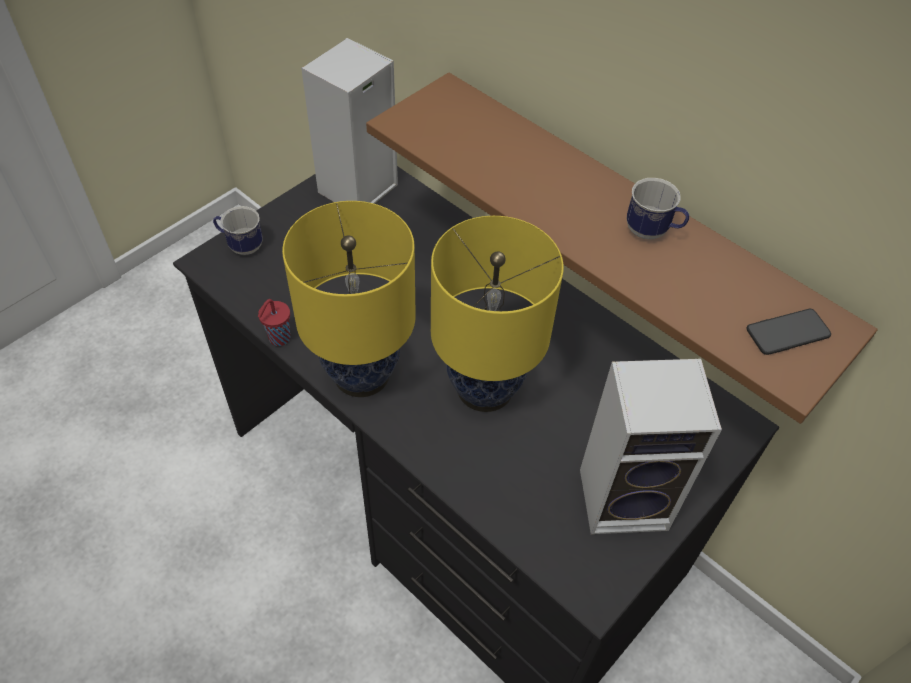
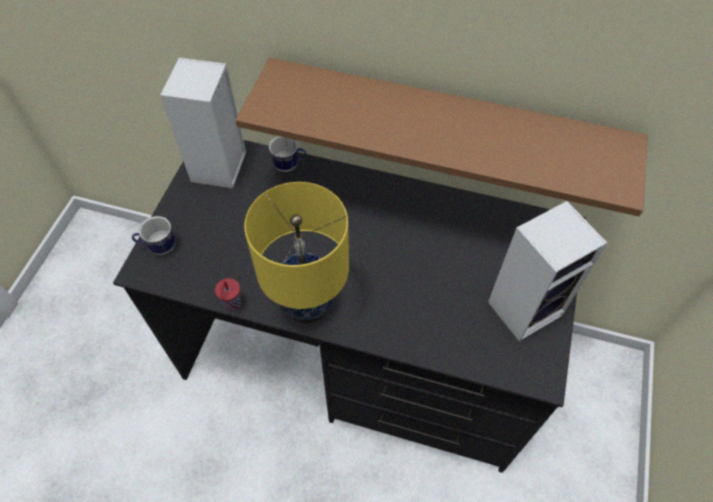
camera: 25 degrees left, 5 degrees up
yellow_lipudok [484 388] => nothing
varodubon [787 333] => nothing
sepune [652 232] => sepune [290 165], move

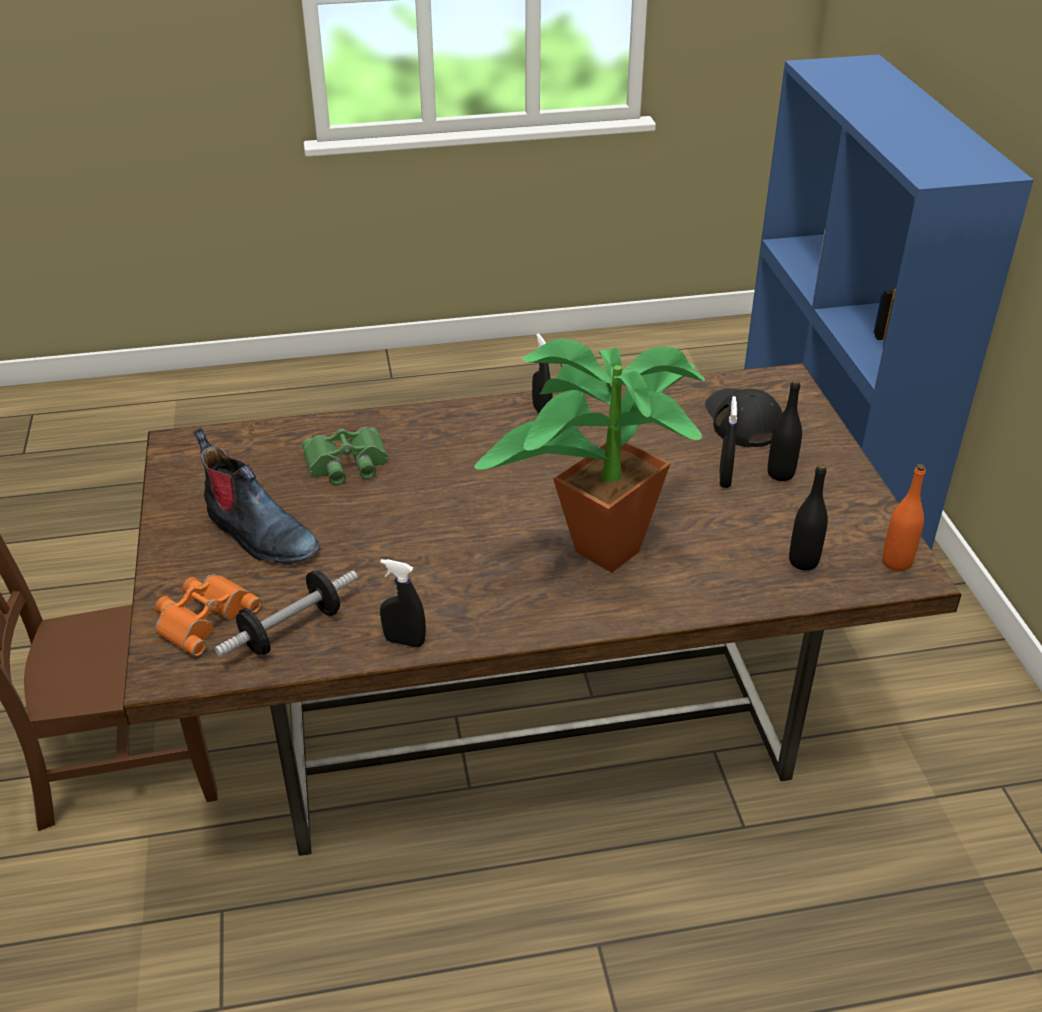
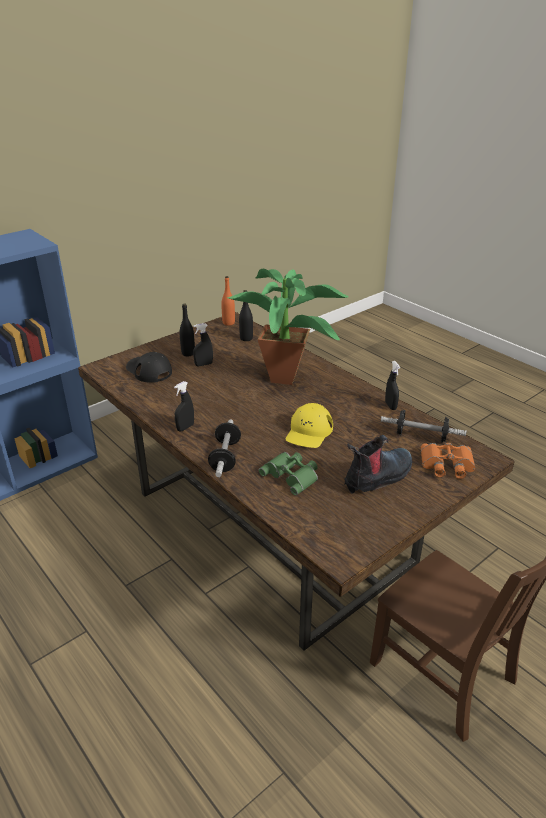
camera: 120 degrees left, 5 degrees down
nothing => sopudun [225 457]
nothing => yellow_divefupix [309 432]
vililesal [258 534] => vililesal [378 477], 45 degrees clockwise
black_divefupix [742 420] => black_divefupix [149 370], 90 degrees clockwise

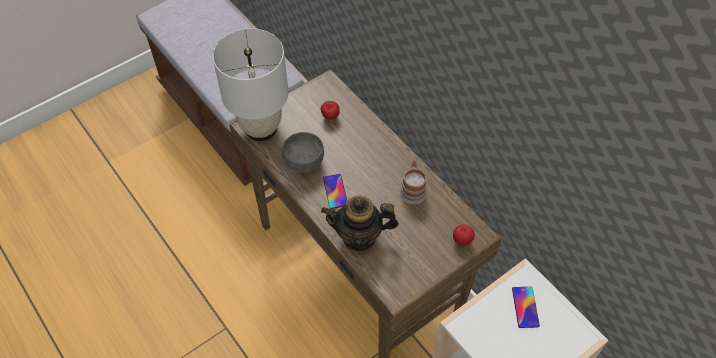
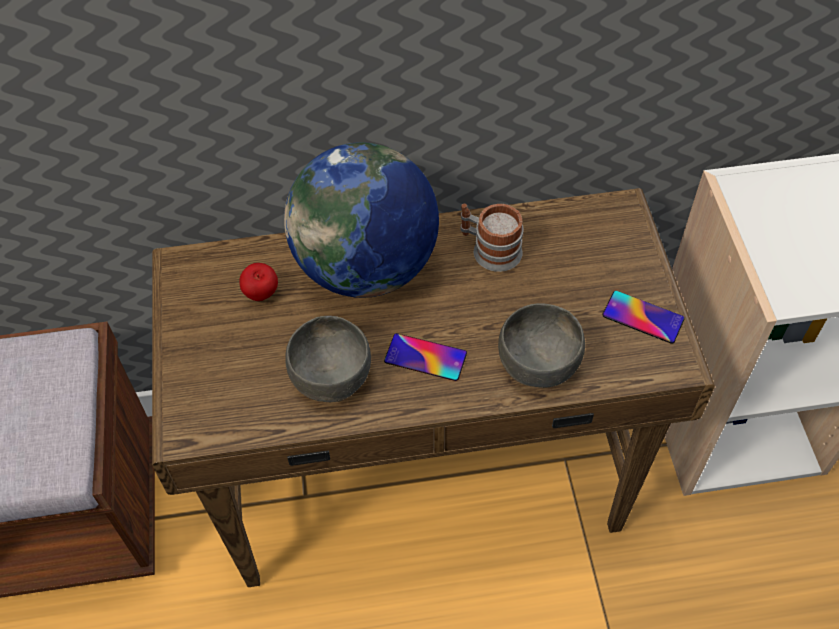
camera: 60 degrees left, 0 degrees up
white_lipudok [261 128] => nothing
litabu [462 241] => nothing
nothing => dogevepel [366 267]
varodubon [525 307] => varodubon [643 317], move
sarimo [359 236] => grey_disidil [539 363]

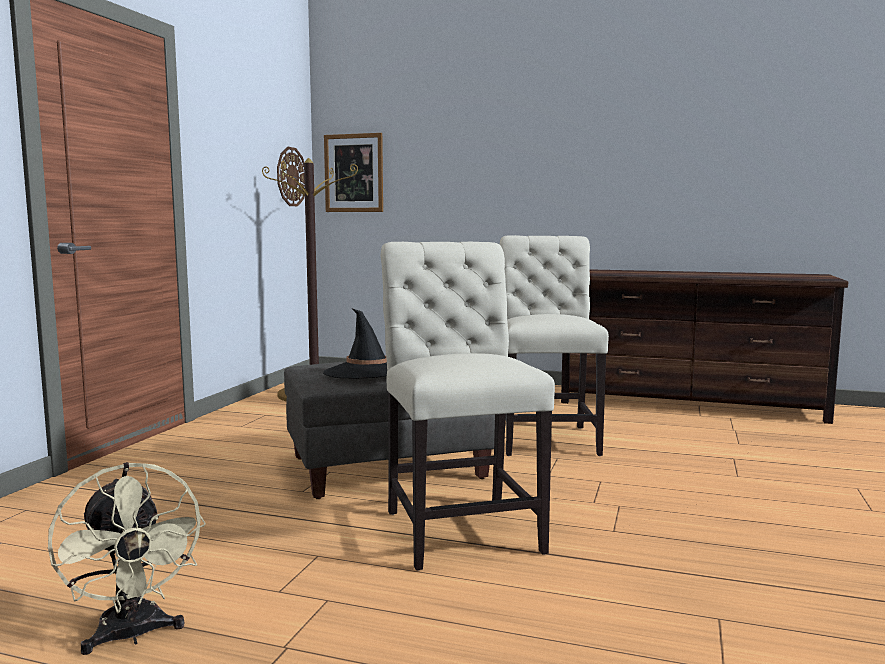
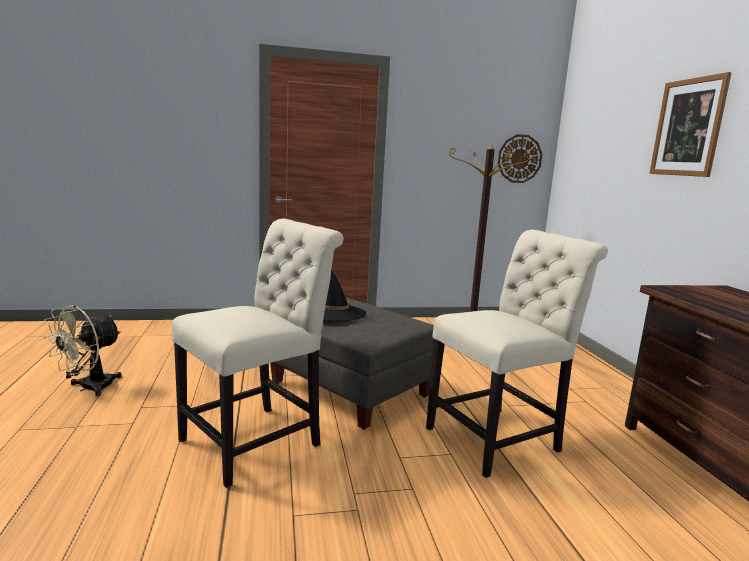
camera: 60 degrees right, 5 degrees up
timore [354 173] => timore [688 127], move

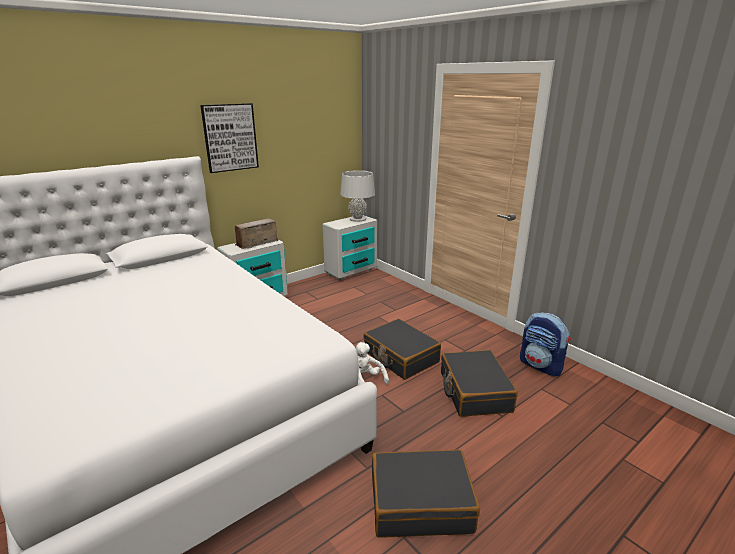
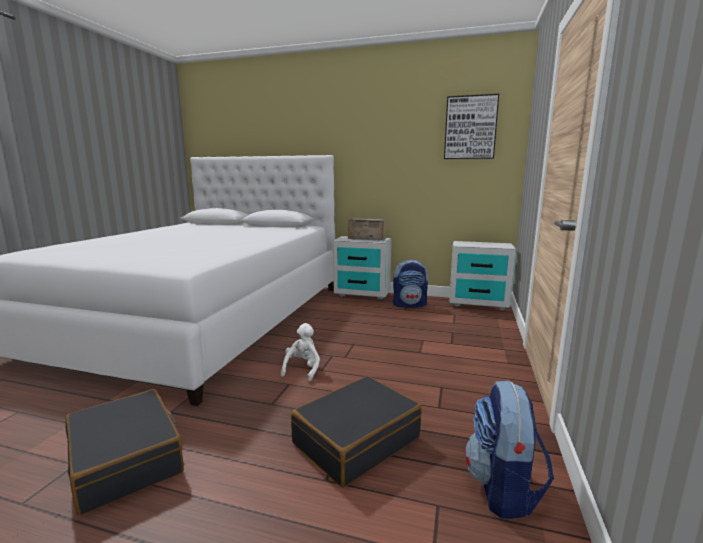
camera: 55 degrees right, 10 degrees down
grey_lipudok [357 219] => nothing
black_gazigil [400 357] => nothing
nothing => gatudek [409 304]
timore [230 137] => timore [470 127], move

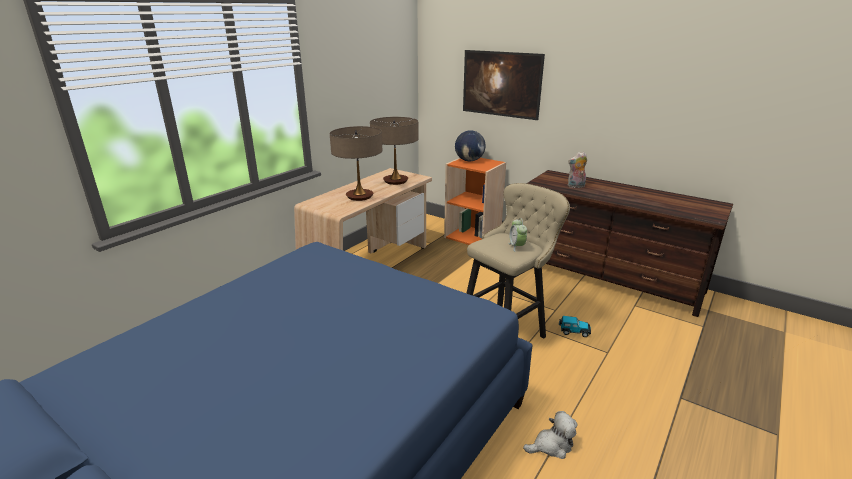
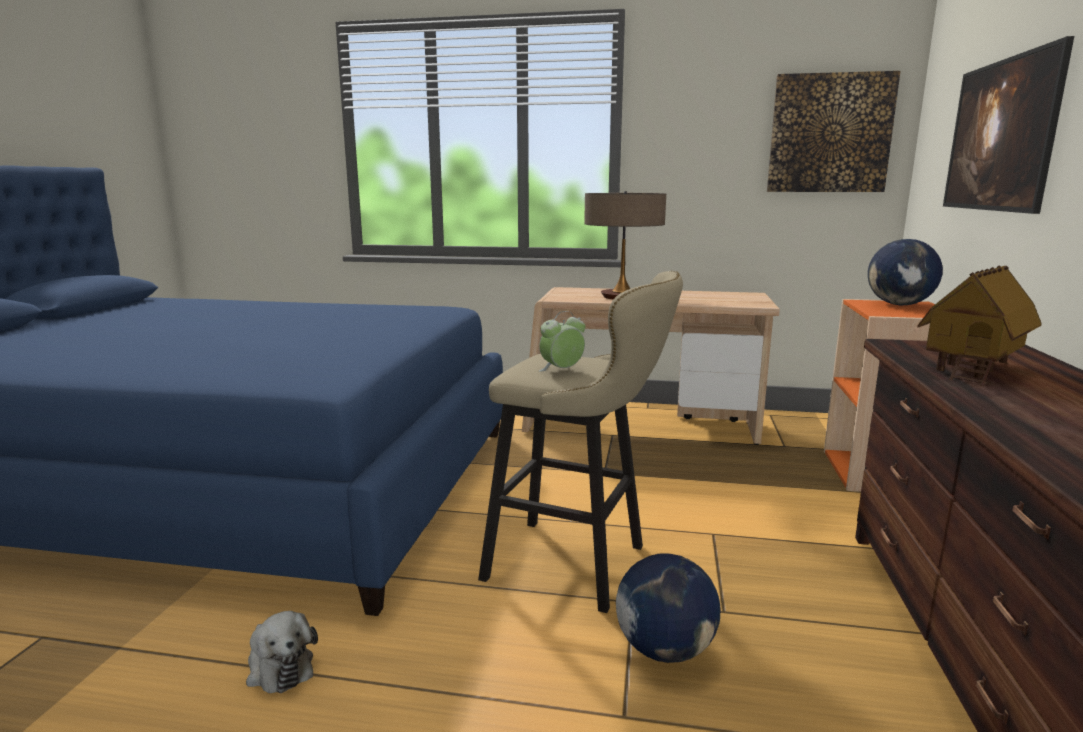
camera: 65 degrees right, 10 degrees down
lipudok [395 181] => nothing
nothing => timore [830 133]
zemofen [573 331] => dogevepel [664 649]
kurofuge [576 186] => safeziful [972 368]

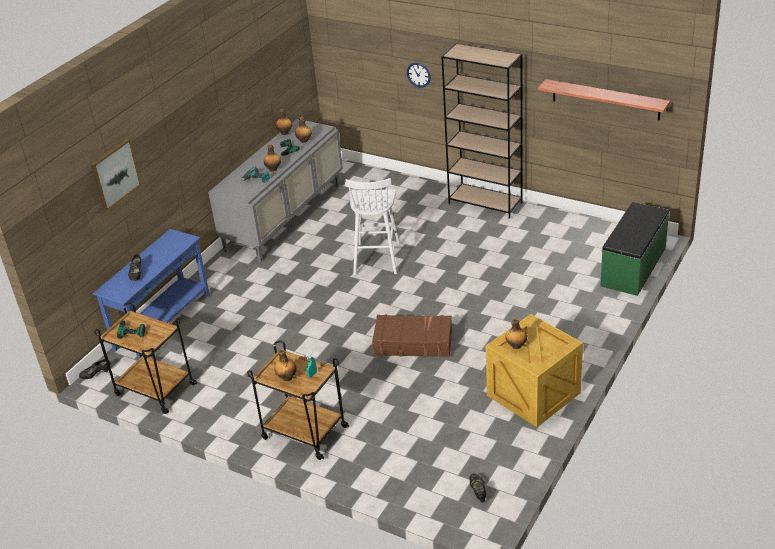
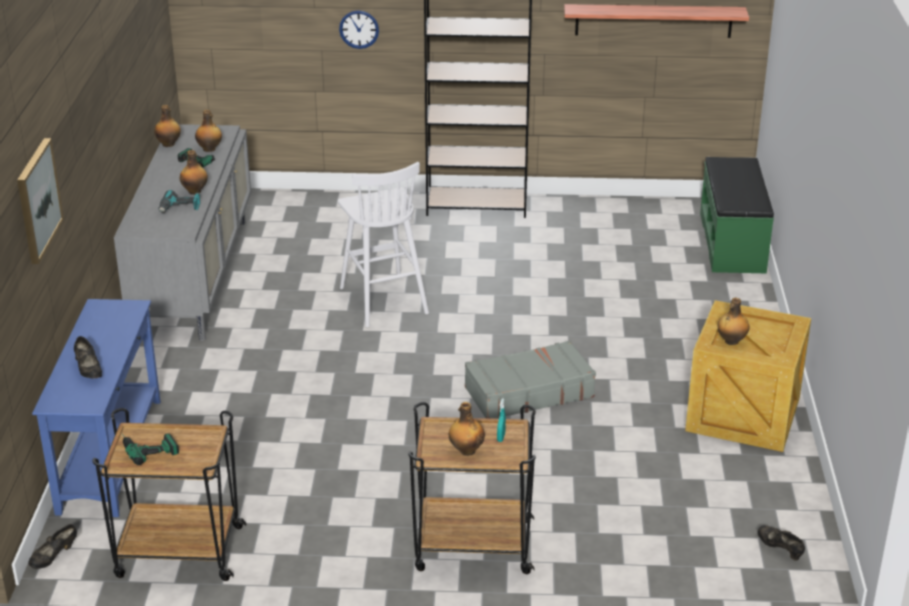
camera: 30 degrees left, 5 degrees down
brown_gazigil [413 343] => grey_gazigil [528 392]

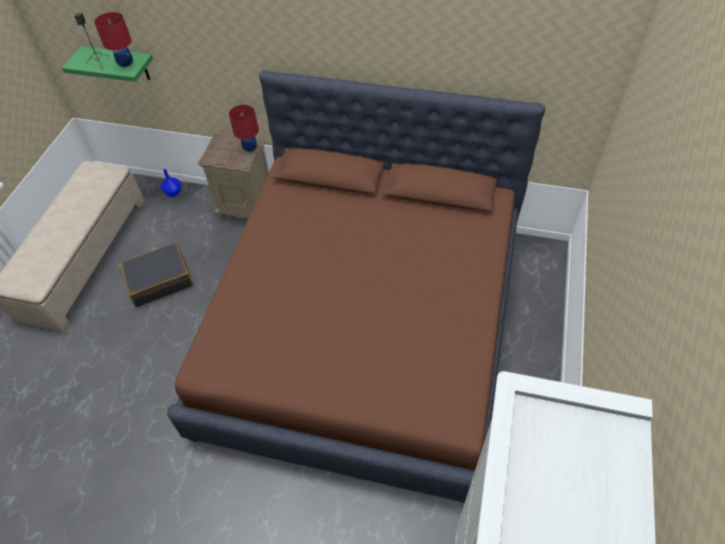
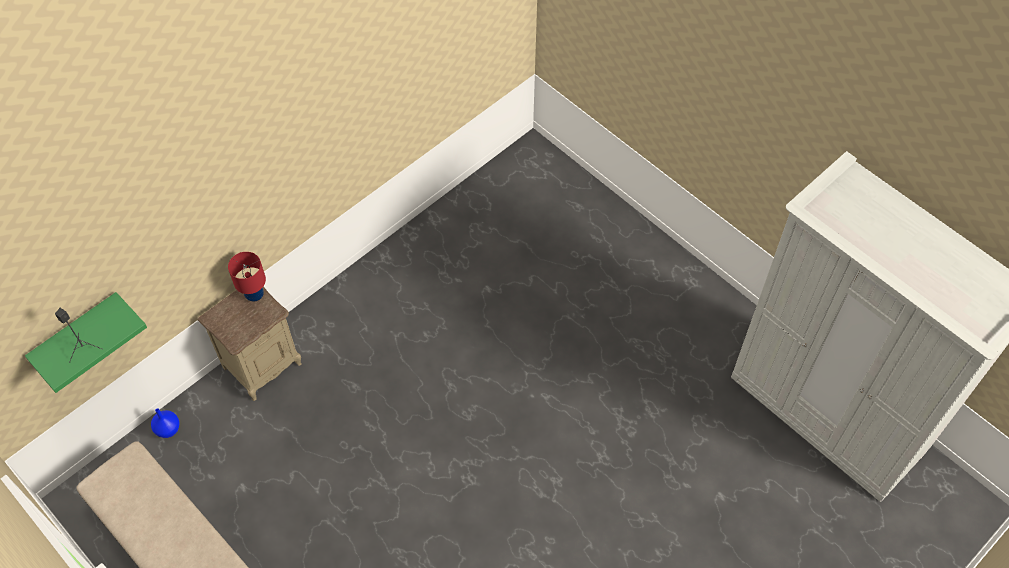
camera: 60 degrees left, 5 degrees up
red_lipudok [125 63] => nothing
black_gazigil [159 280] => nothing
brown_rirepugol [365 327] => nothing

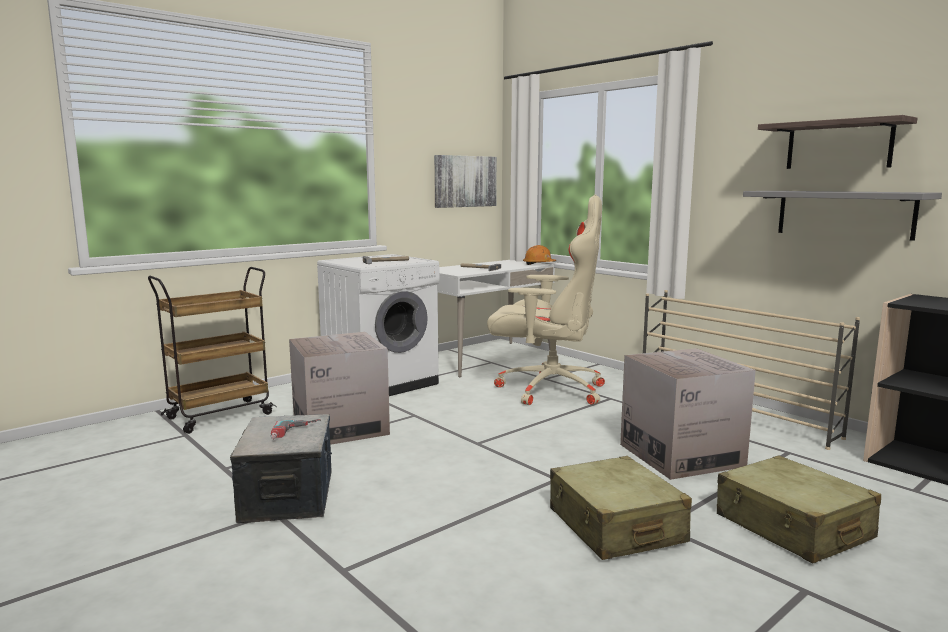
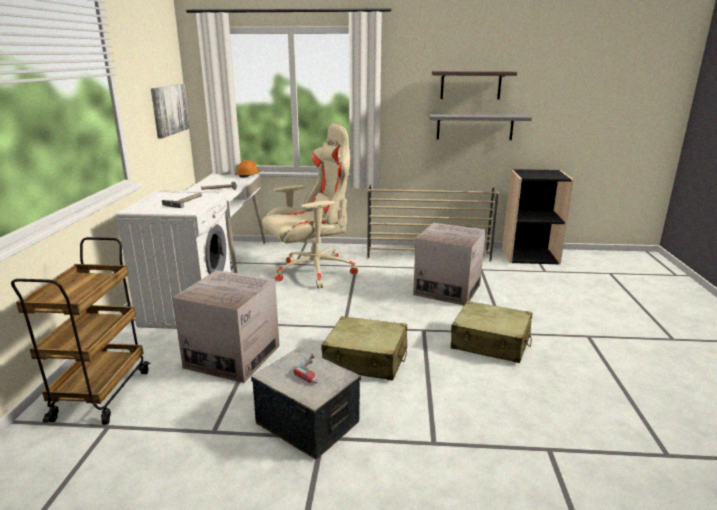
camera: 45 degrees left, 10 degrees up
beige_gazigil [793 527] => beige_gazigil [366 359], move

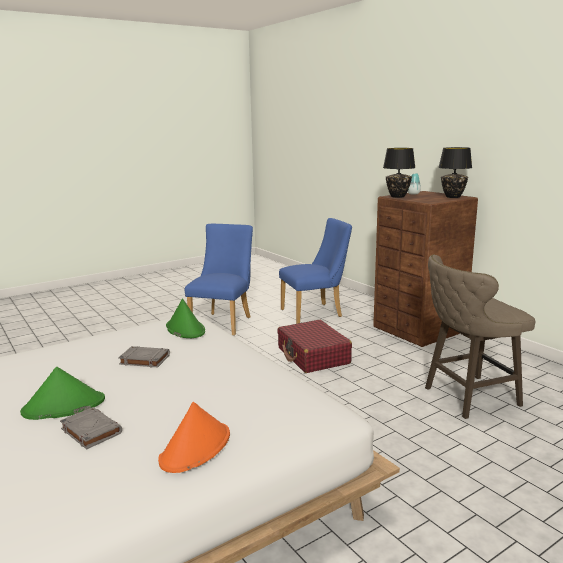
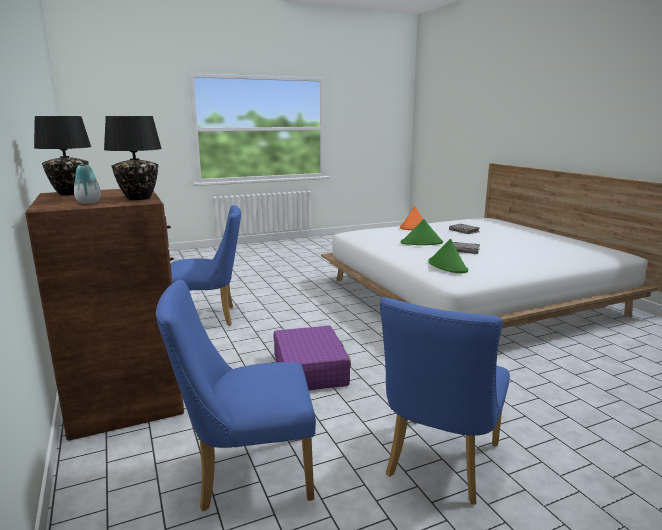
camera: 170 degrees left, 0 degrees up
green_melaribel [63 406] => green_melaribel [422 243], move
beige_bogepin [468 397] => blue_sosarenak [209 317]
red_gazigil [313 356] => purple_gazigil [310 370]

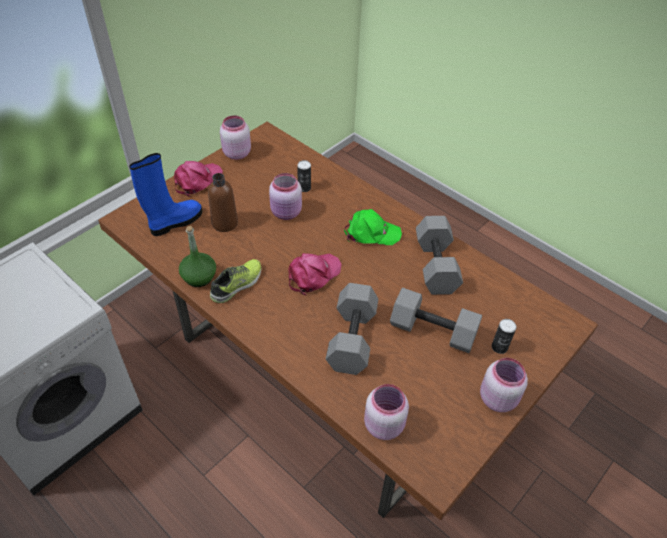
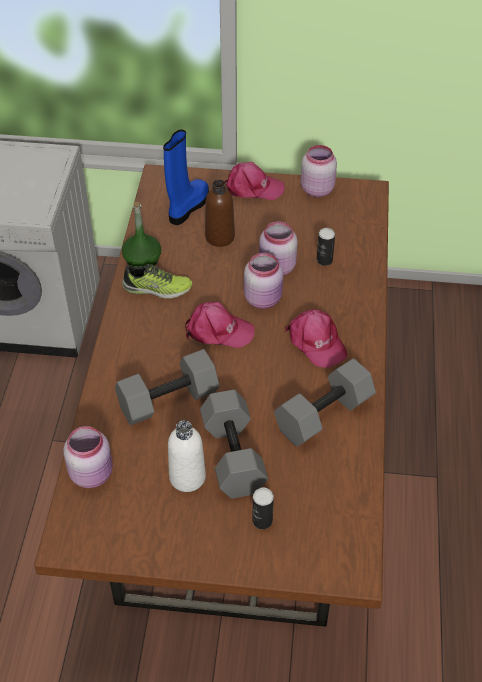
camera: 55 degrees right, 0 degrees up
nothing => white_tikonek [187 477]
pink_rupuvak [497 397] => pink_rupuvak [264 299], move
green_divefupix [371 233] => pink_divefupix [316 342]
blue_vililesal [175 222] => blue_vililesal [187 207], 75 degrees counterclockwise

